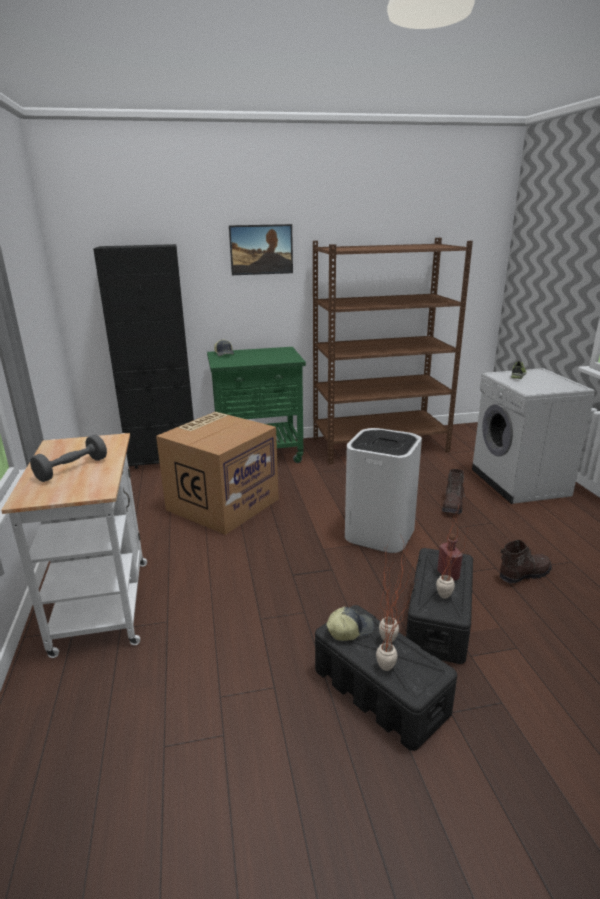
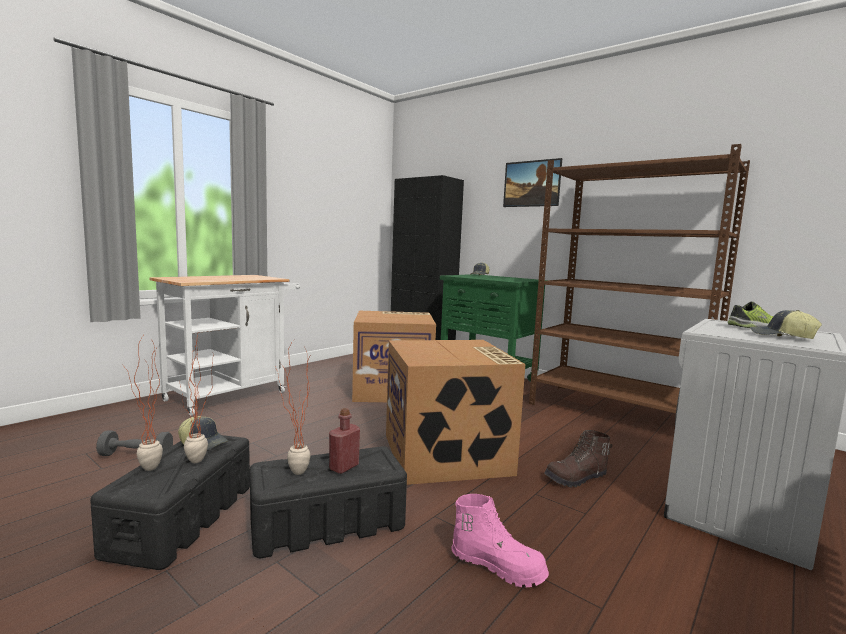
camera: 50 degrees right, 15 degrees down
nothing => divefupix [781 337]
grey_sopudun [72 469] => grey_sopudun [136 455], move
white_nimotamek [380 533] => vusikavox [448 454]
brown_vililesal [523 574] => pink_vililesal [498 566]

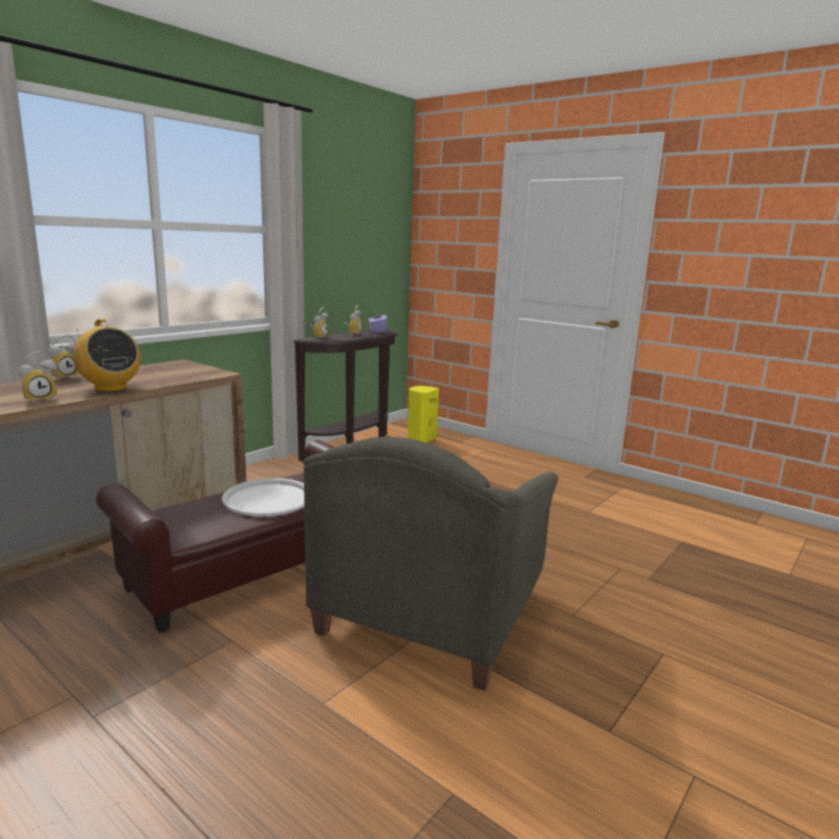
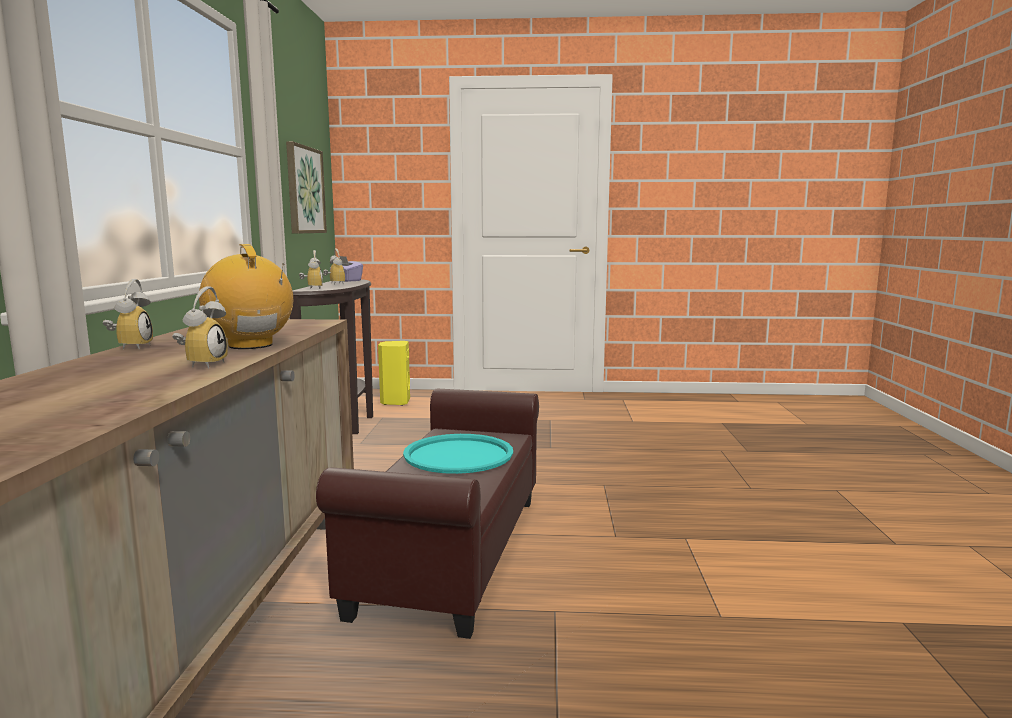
camera: 35 degrees left, 5 degrees down
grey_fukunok [433 611] => nothing
nothing => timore [304 190]
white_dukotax [268 498] => turquoise_dukotax [458 455]
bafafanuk [110 388] => bafafanuk [251 345], 135 degrees counterclockwise

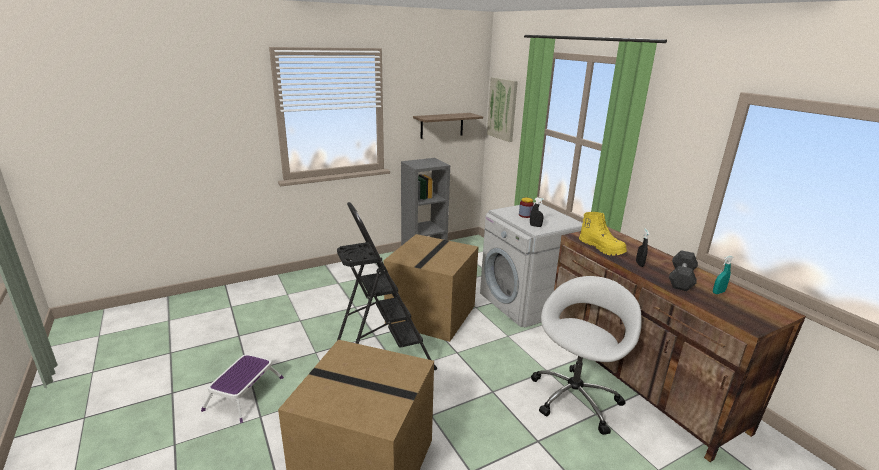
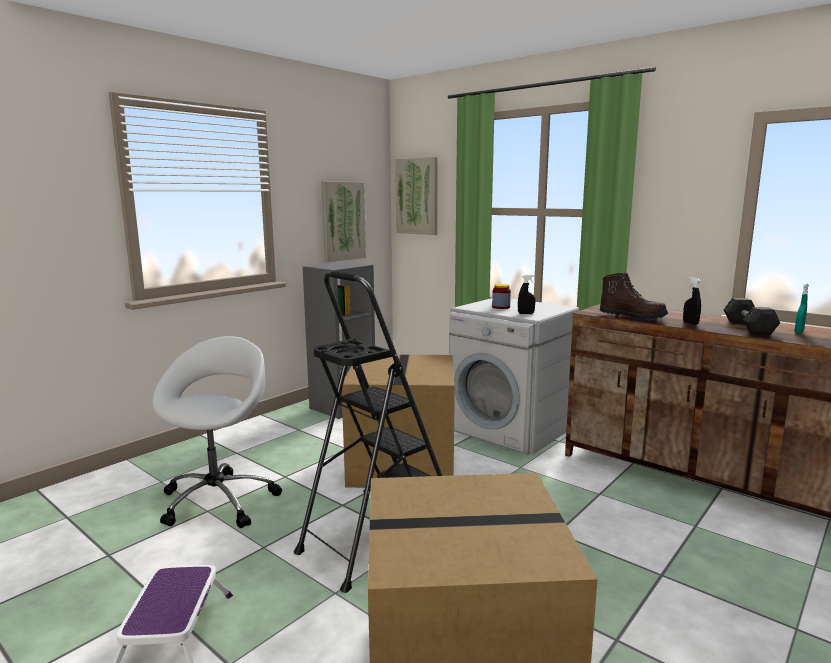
camera: 20 degrees left, 10 degrees down
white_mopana [575 397] => white_mopana [220 500], move
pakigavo [442 125] => timore [343 221]
yellow_vililesal [601 248] => brown_vililesal [632 317]

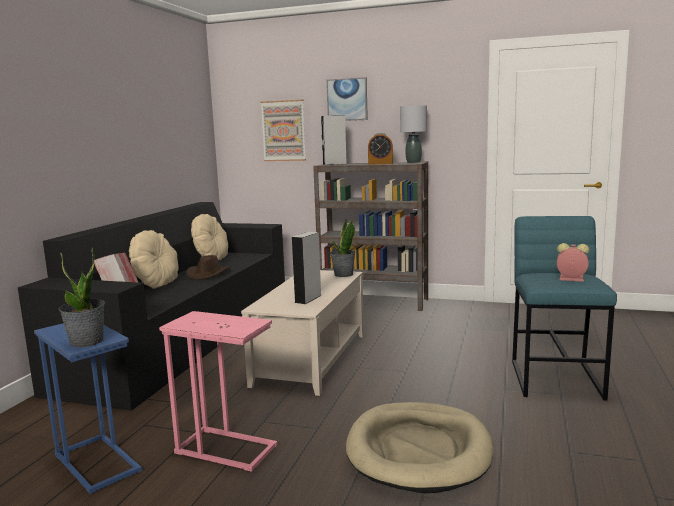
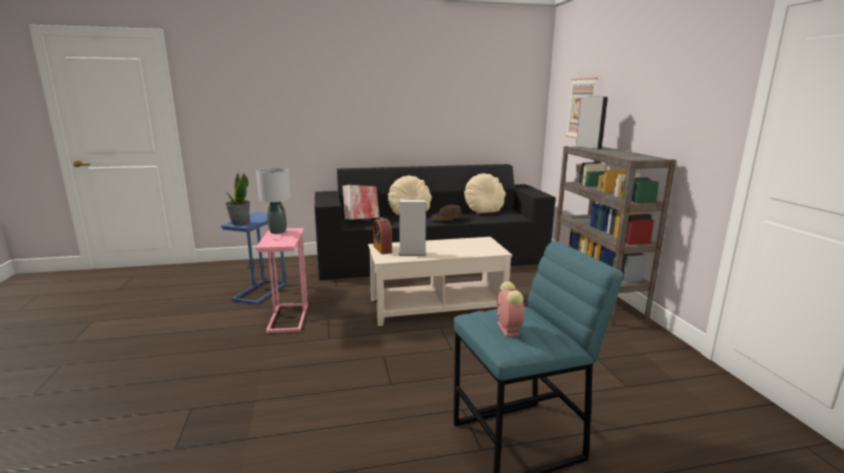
camera: 60 degrees right, 5 degrees up
timore [347 99] => nothing
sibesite [343 274] => nothing
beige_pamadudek [419 450] => nothing
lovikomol [380 163] => lovikomol [382 249], move
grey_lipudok [413 162] => grey_lipudok [278 232], move

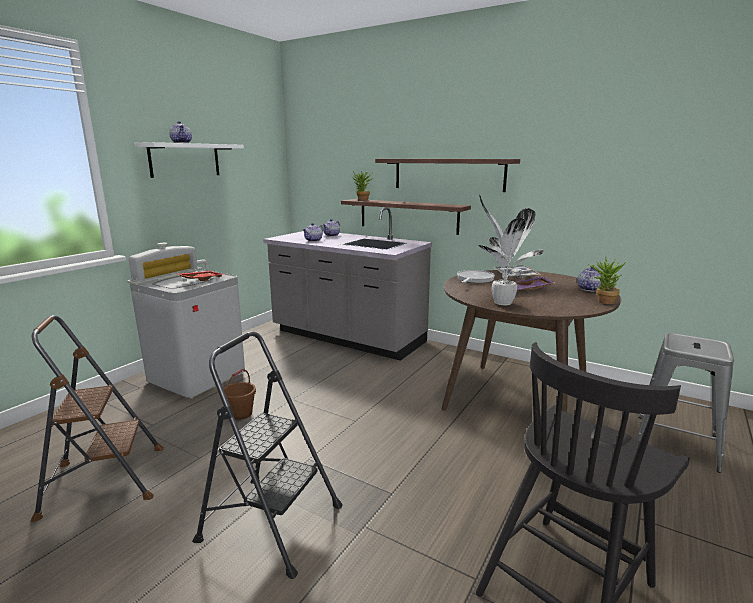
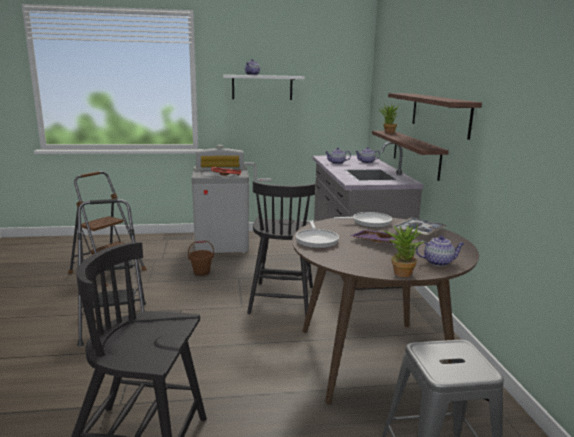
camera: 50 degrees right, 0 degrees up
nothing => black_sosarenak [282 298]
sibesite [500 302] => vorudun [316 240]

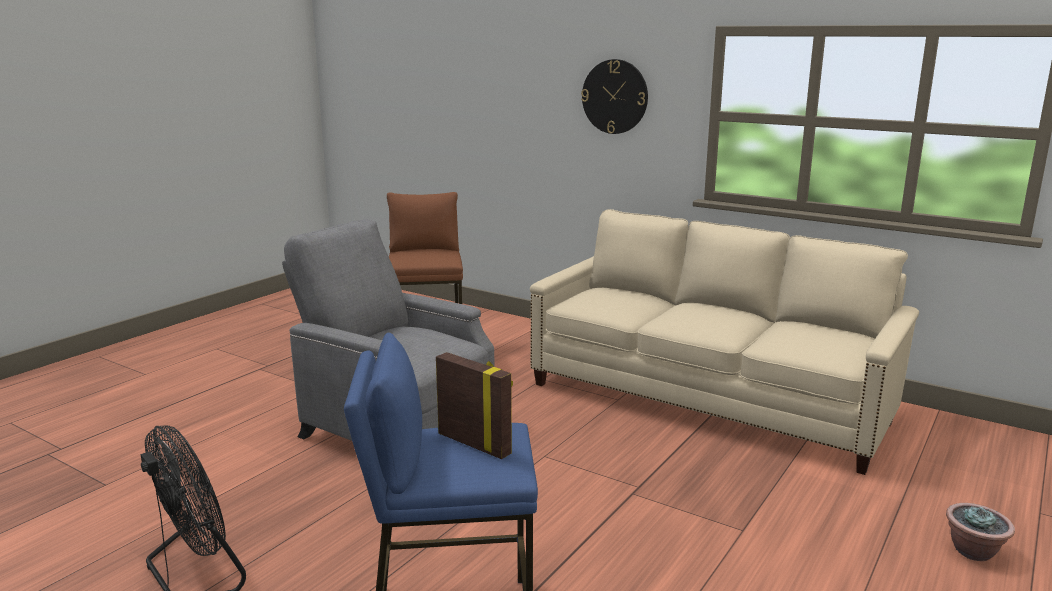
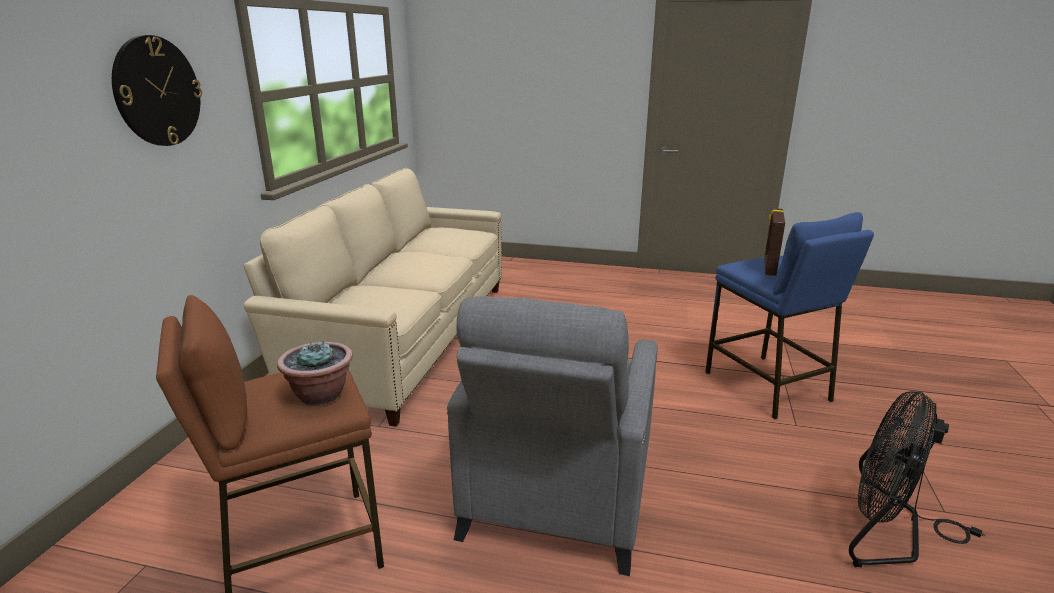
camera: 110 degrees left, 5 degrees up
sibesite [973 551] => sibesite [320 395], move

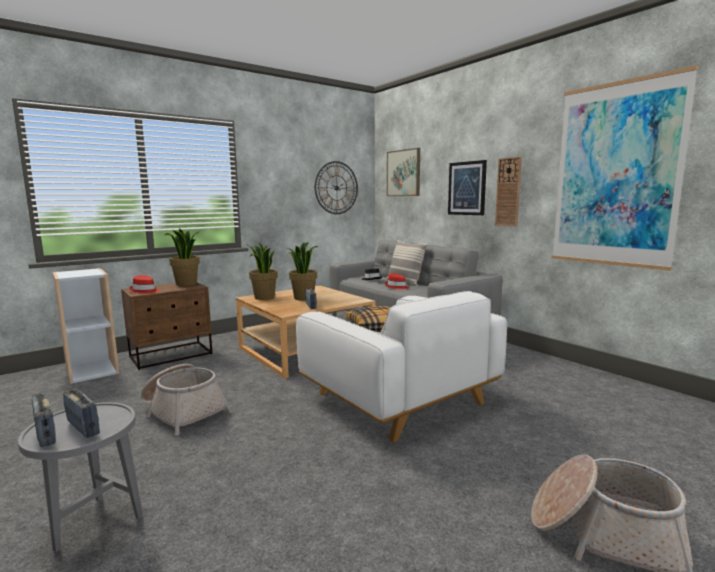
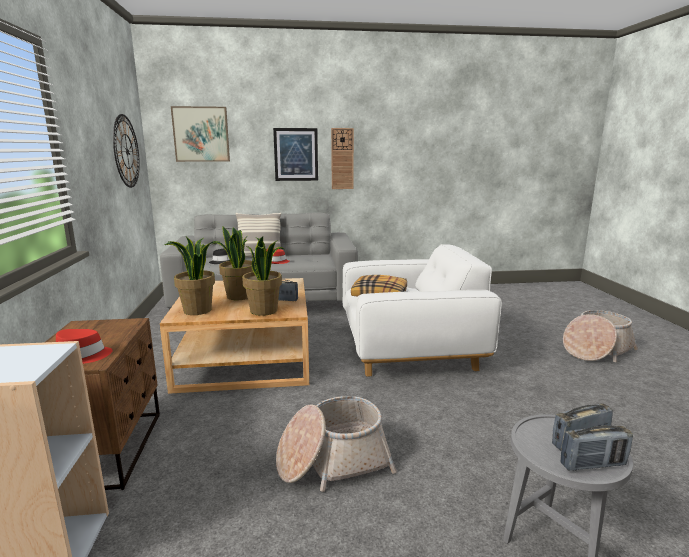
camera: 60 degrees left, 5 degrees up
timore [615 175] => nothing
sibesite [186 284] => sibesite [264 311], move

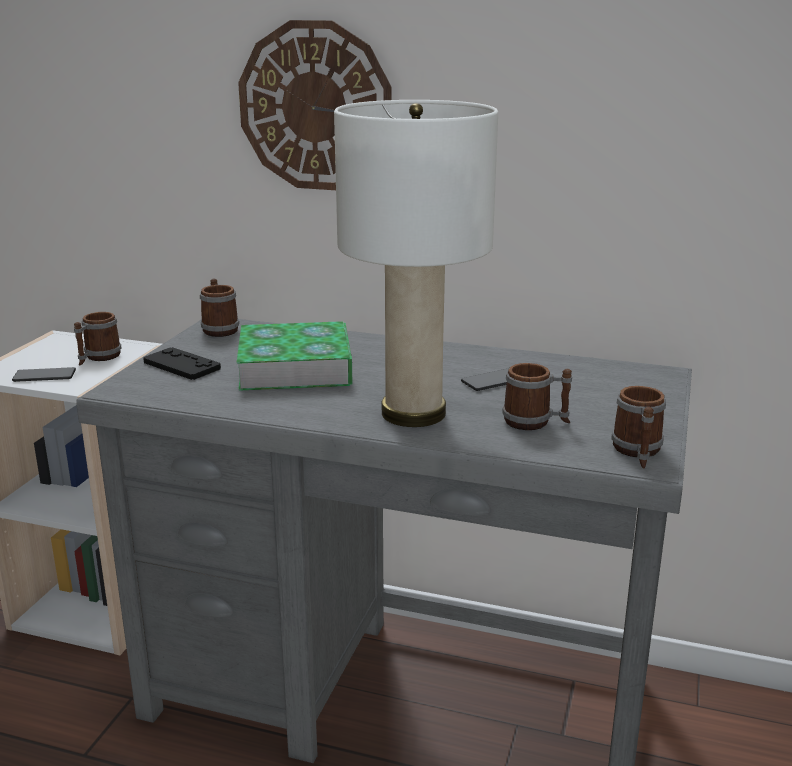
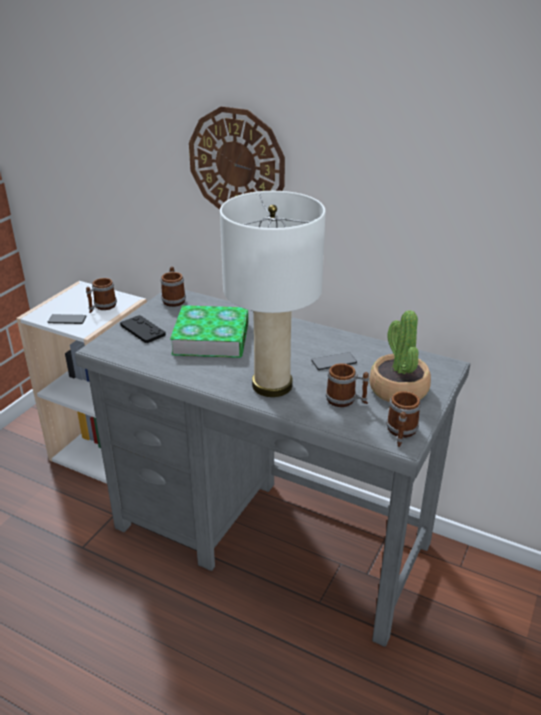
camera: 10 degrees right, 10 degrees up
nothing => sibesite [398 389]

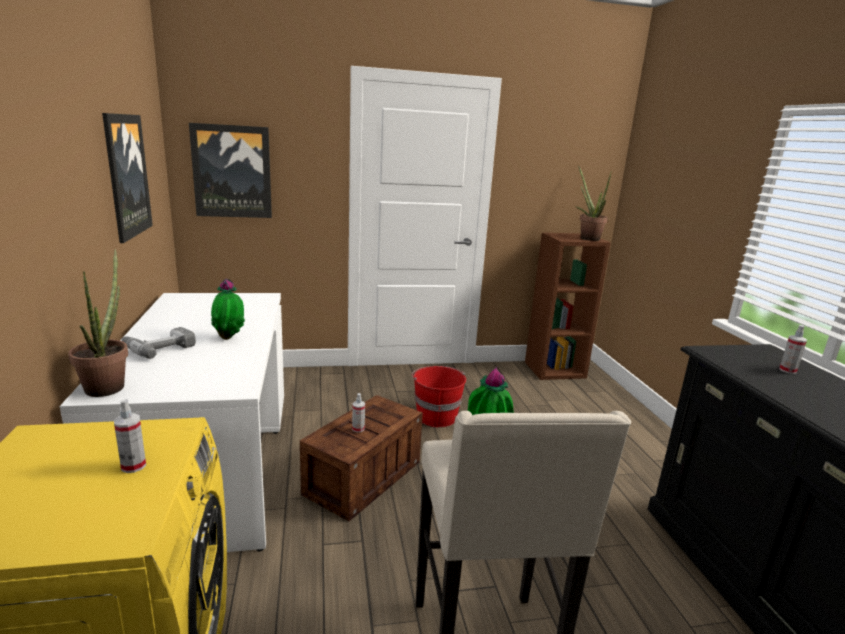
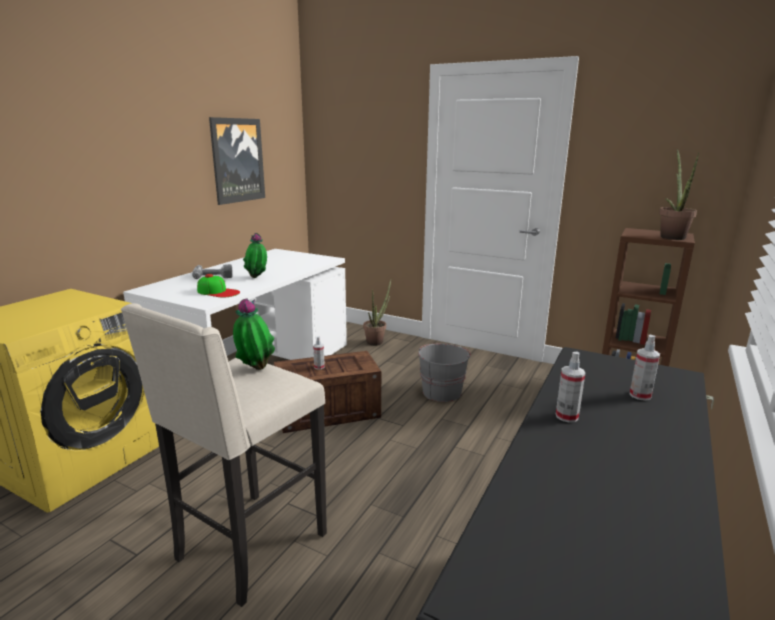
camera: 40 degrees right, 0 degrees up
timore [232 171] => nothing
nothing => divefupix [218 292]
sibesite [108 385] => sibesite [377 341], move
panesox [133 466] => panesox [566 416], move
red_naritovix [436 416] => grey_naritovix [441 391]

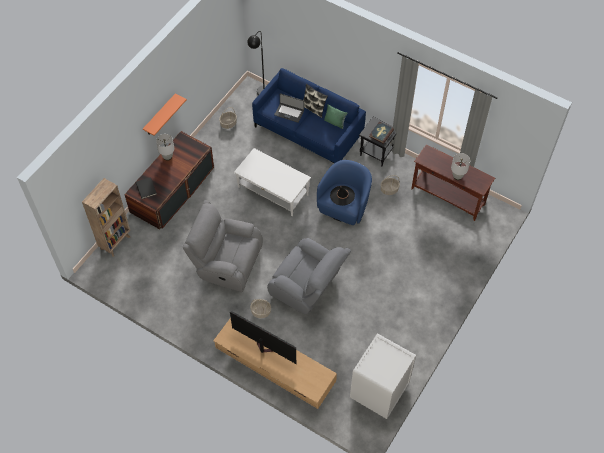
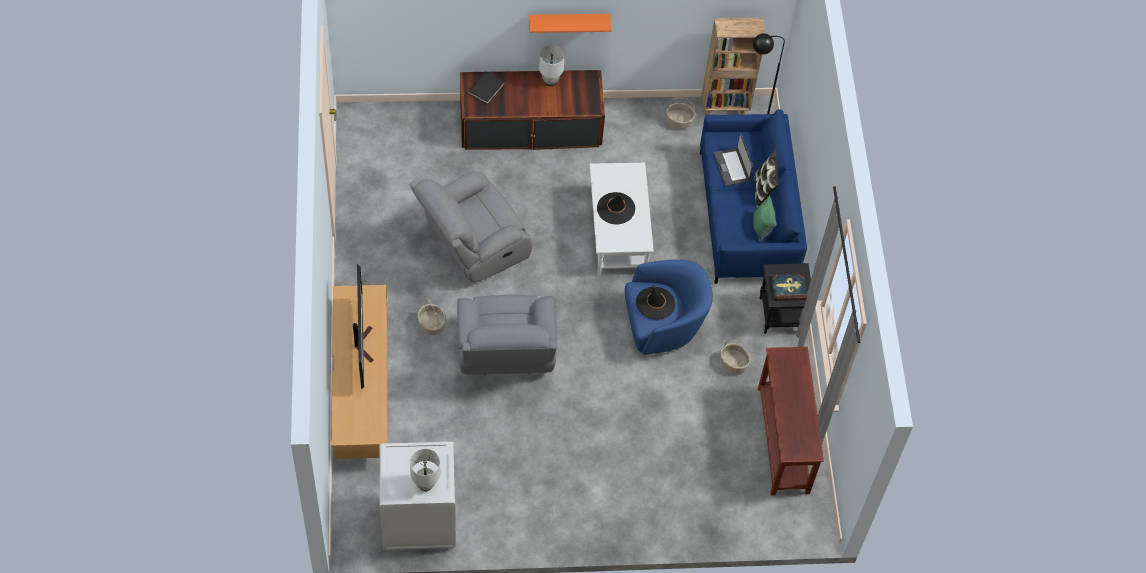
camera: 50 degrees right, 0 degrees up
nothing => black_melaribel [616 208]
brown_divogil [116 242] => brown_divogil [724 109], move
white_lipudok [457 176] => white_lipudok [425 484], move
grey_fukunok [227 262] => grey_fukunok [472 246], 105 degrees counterclockwise

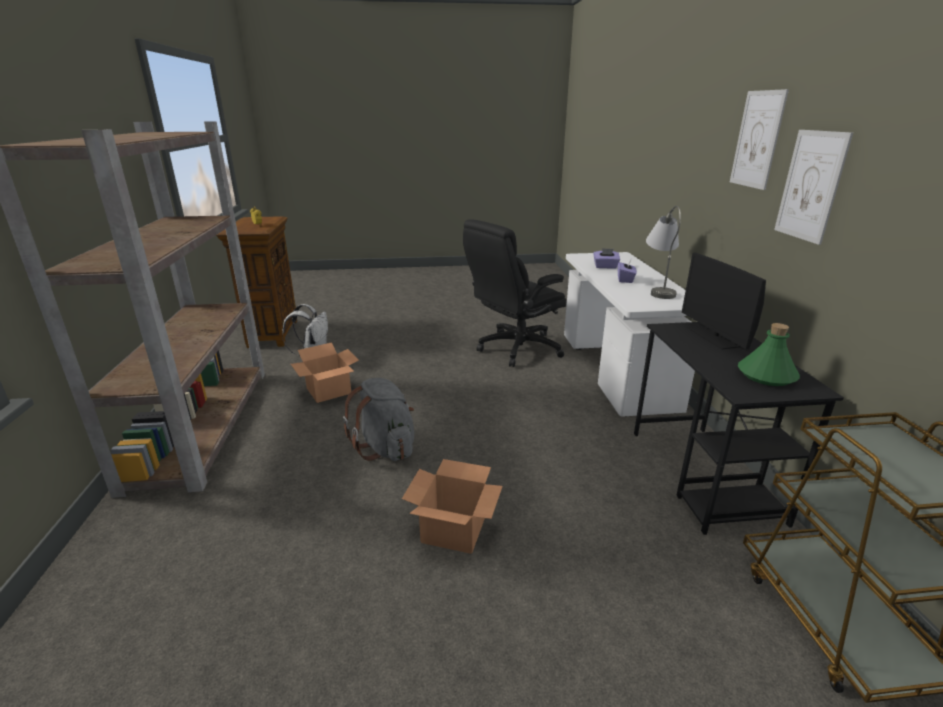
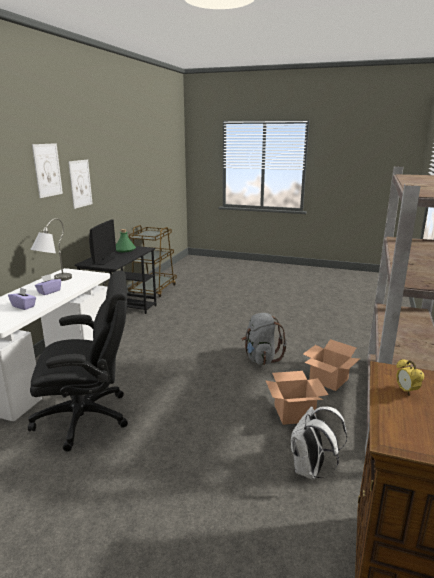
camera: 155 degrees left, 5 degrees down
vusikavox [452 530] => vusikavox [329 380], move

